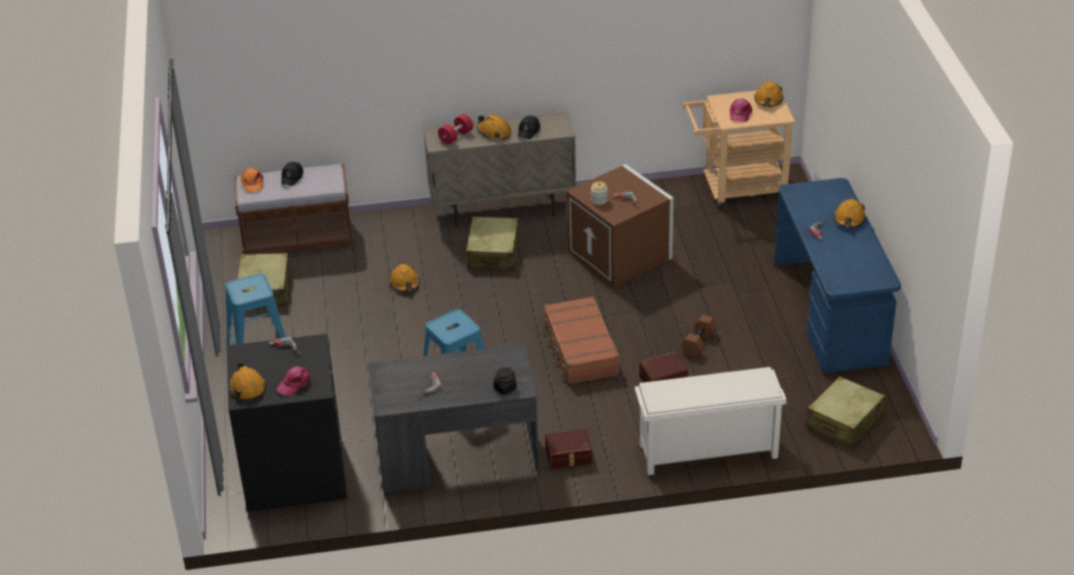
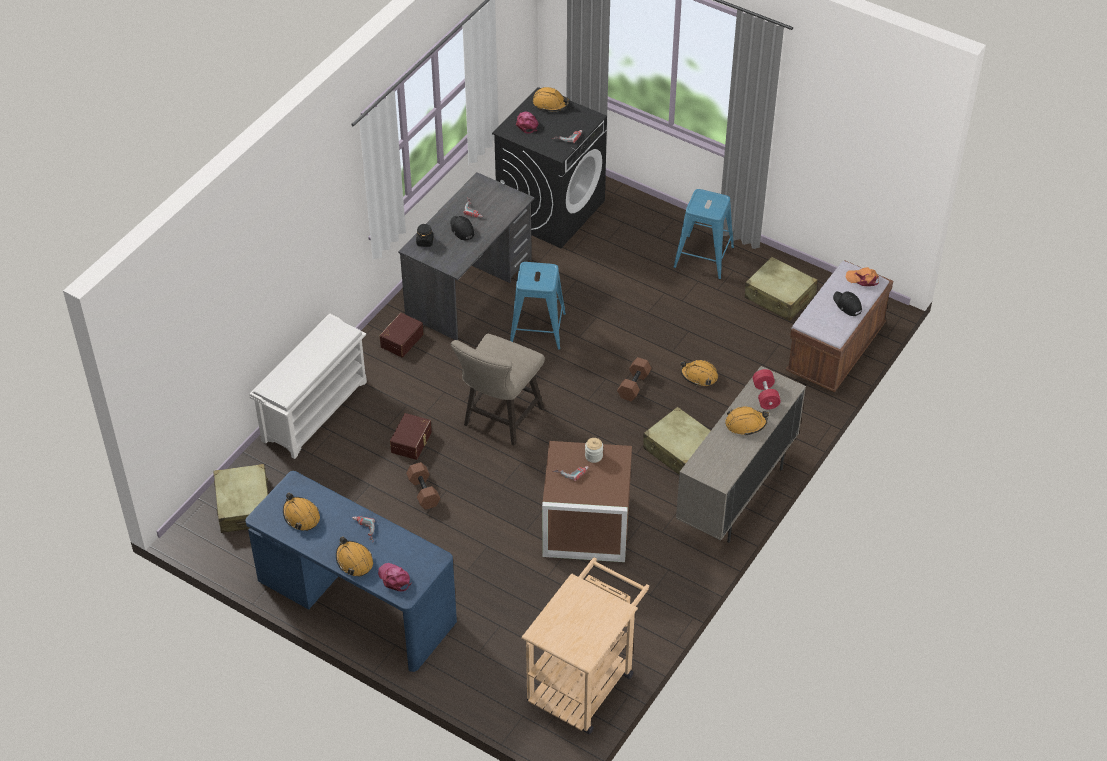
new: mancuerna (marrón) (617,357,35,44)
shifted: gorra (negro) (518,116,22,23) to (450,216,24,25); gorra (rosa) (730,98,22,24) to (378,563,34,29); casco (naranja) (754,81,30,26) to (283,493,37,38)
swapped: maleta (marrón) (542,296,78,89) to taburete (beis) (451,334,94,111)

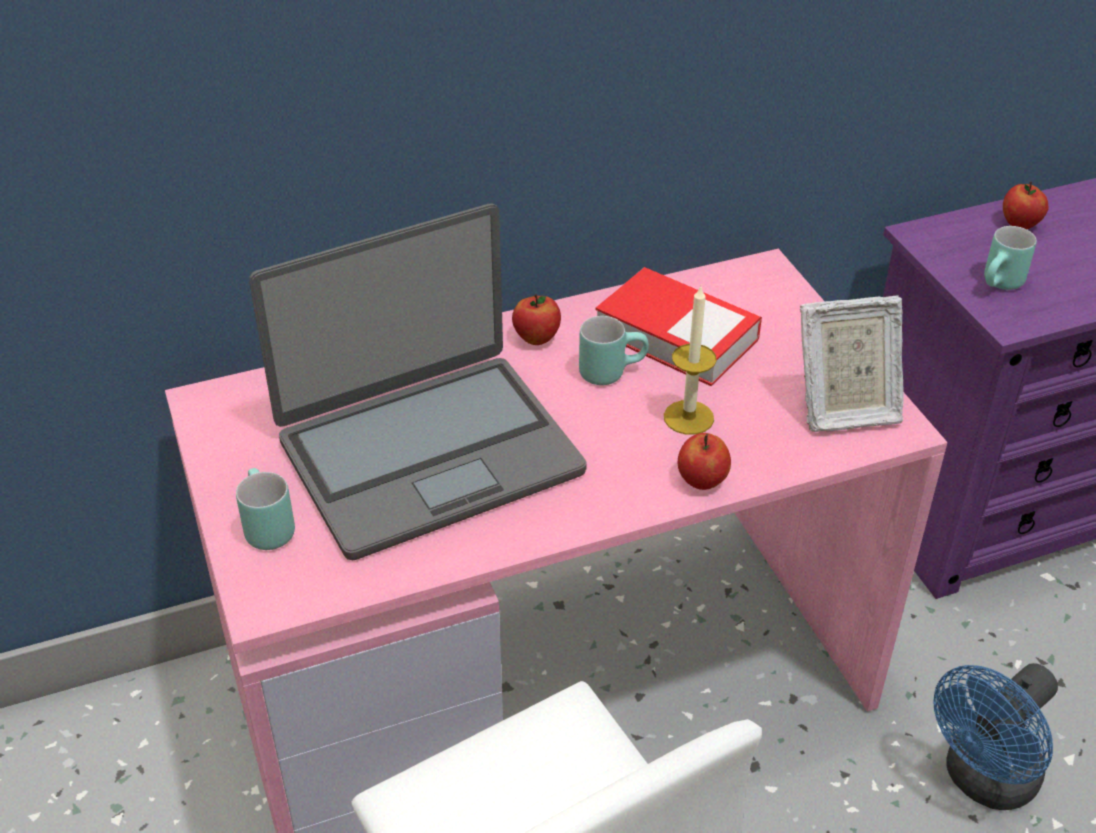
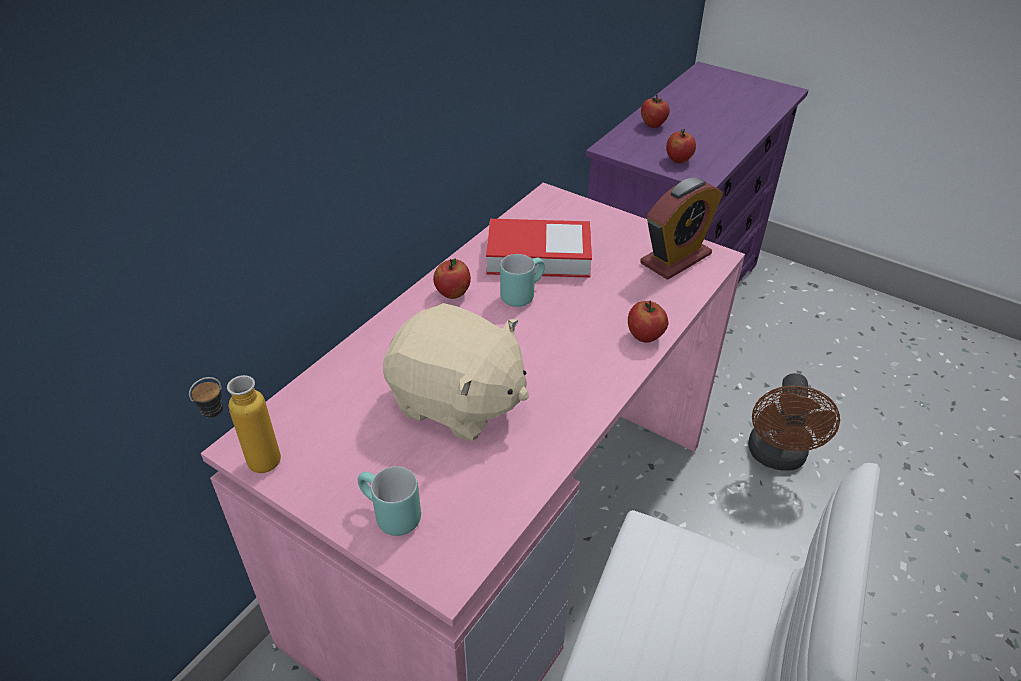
gone: vela (664,286,53,149)
new: botella (189,375,92,98)
swapped: portátil (249,204,338,356) to peluche (beis) (383,303,146,139); portarretratos (800,296,104,136) to despertador (640,178,83,102); taza grande (turquesa) (984,226,53,64) to manzana (666,129,30,34)
repainted: ventilador (azul) (933,663,125,147) to ventilador (marrón) (748,373,92,98)

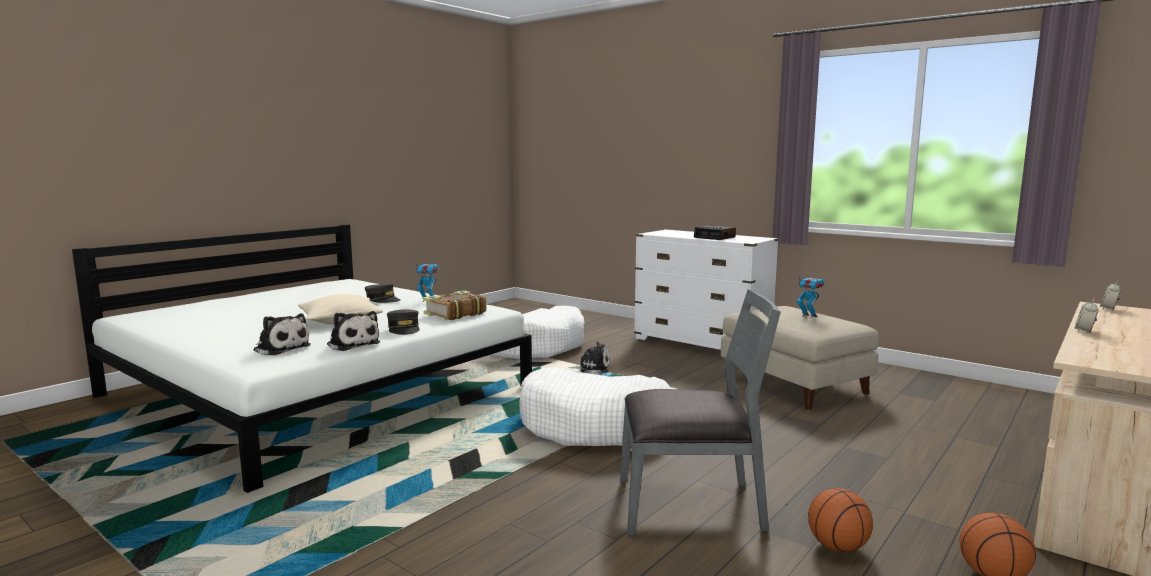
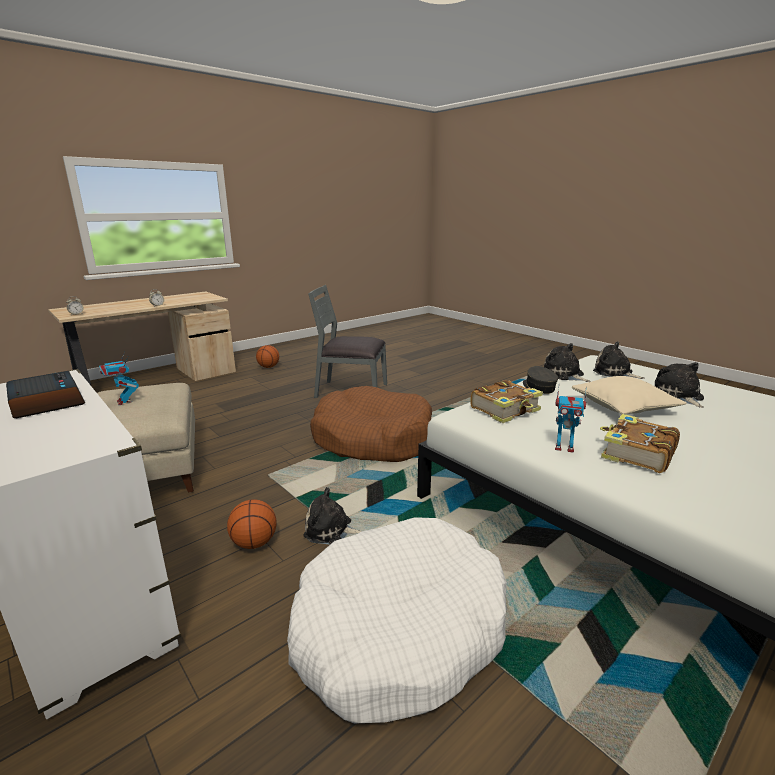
new: peluche (655,362,49,46)
shifted: balón de baloncesto (808,488,65,64) to (227,499,50,50)
swapped: gorra (gris) (365,283,36,20) to libro (600,414,80,59)
repainted: cama para perro (blanco) (519,368,152,78) to cama para perro (marrón) (310,386,122,76)

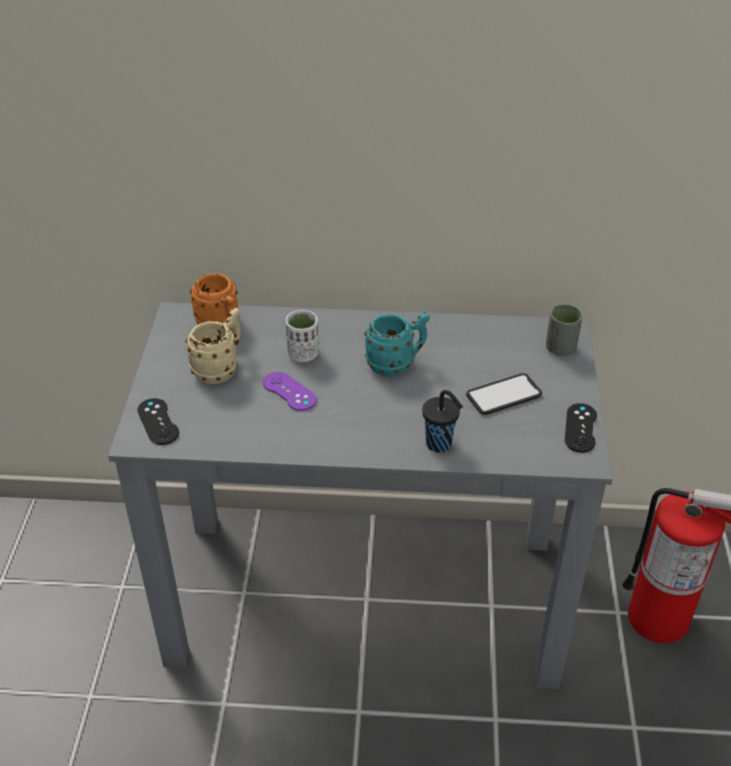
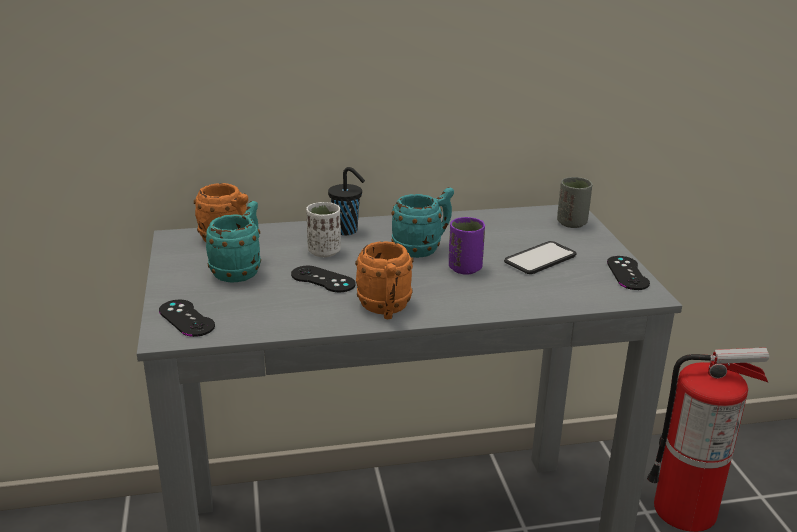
new: taza grande (naranja) (355,241,59,78); taza (morado) (449,217,36,57)
shifted: taza (negro) (422,390,41,63) to (328,167,37,68)
repainted: taza grande (beis) (186,308,55,76) to taza grande (turquesa) (204,201,57,82); mando de consola (morado) (263,372,54,39) to mando de consola (negro) (291,266,65,26)

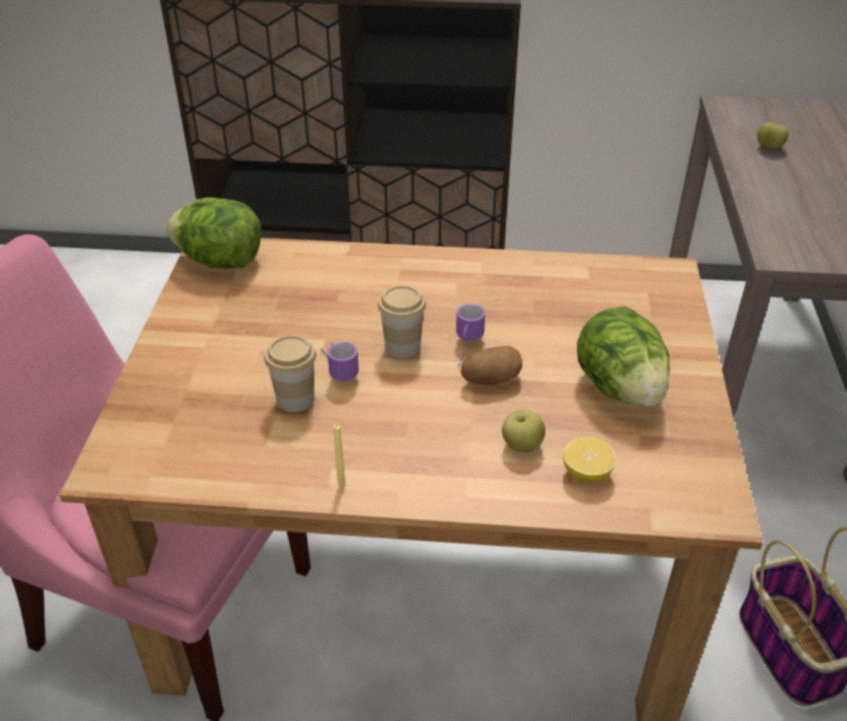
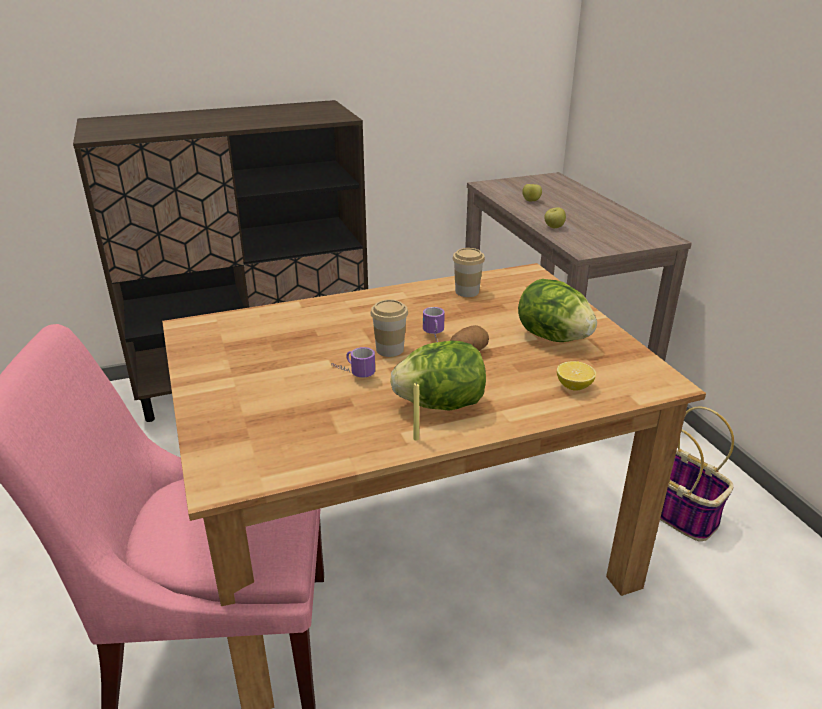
shifted: lechuga (166,198,95,70) to (390,341,96,70); taza (264,335,52,77) to (452,248,33,49); manzana (502,410,43,42) to (544,207,22,21)

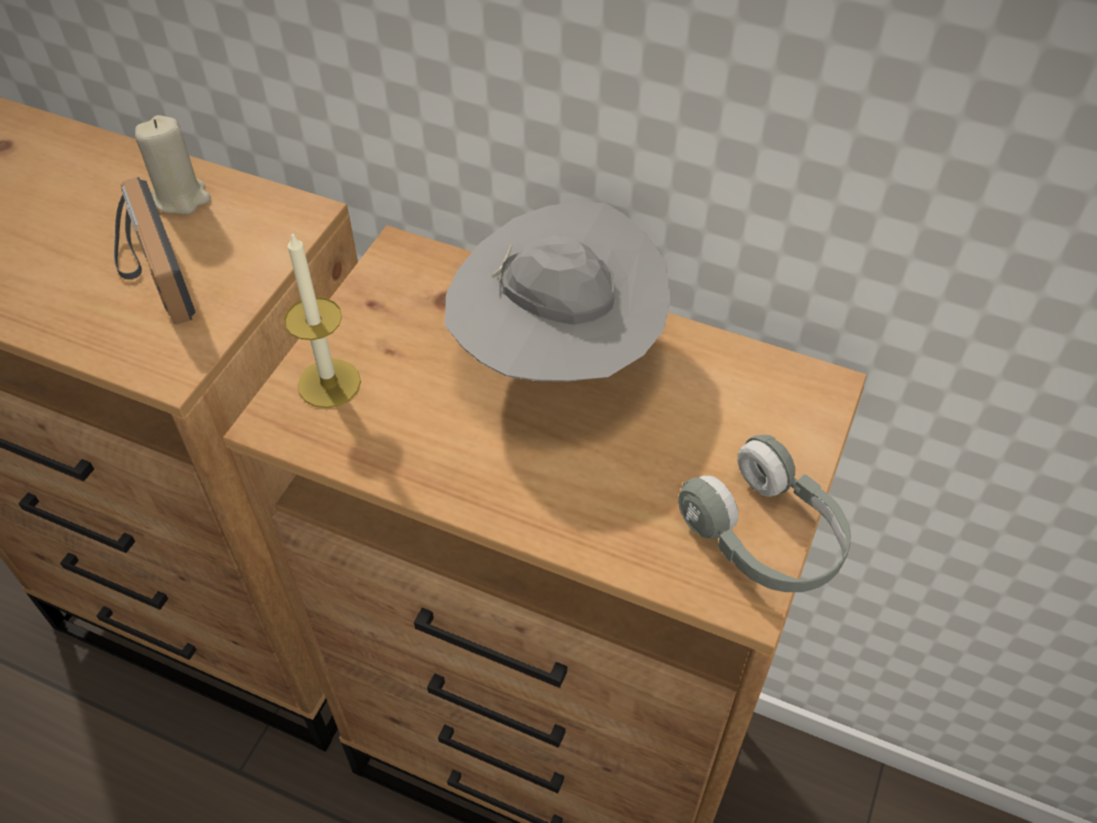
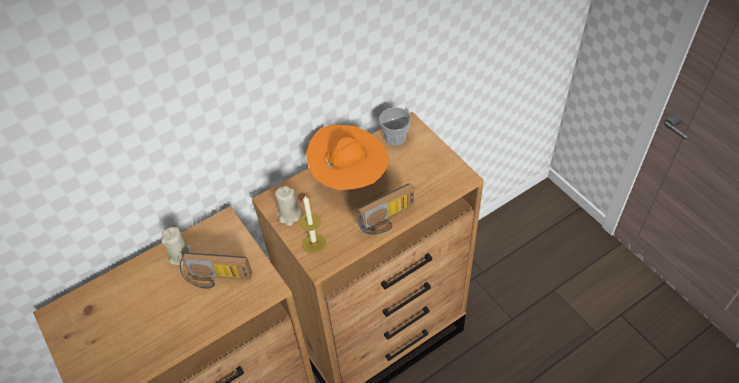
gone: auriculares (gris) (678,435,173,157)
new: vela (beis) (275,186,27,40); radio (357,183,57,52); taza (379,107,32,39)
repainted: sombrero (gris) (445,202,226,180) to sombrero (naranja) (306,125,84,65)

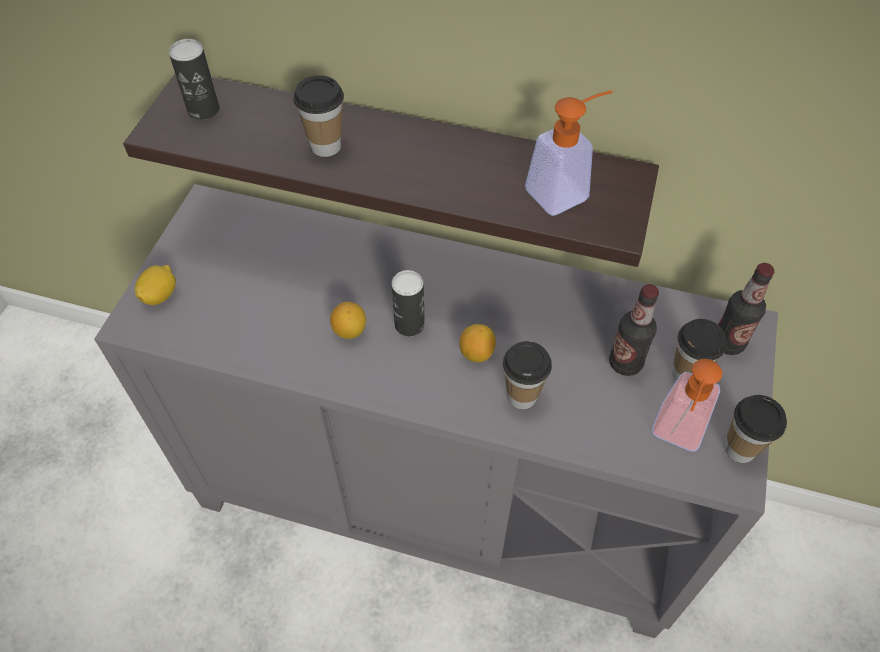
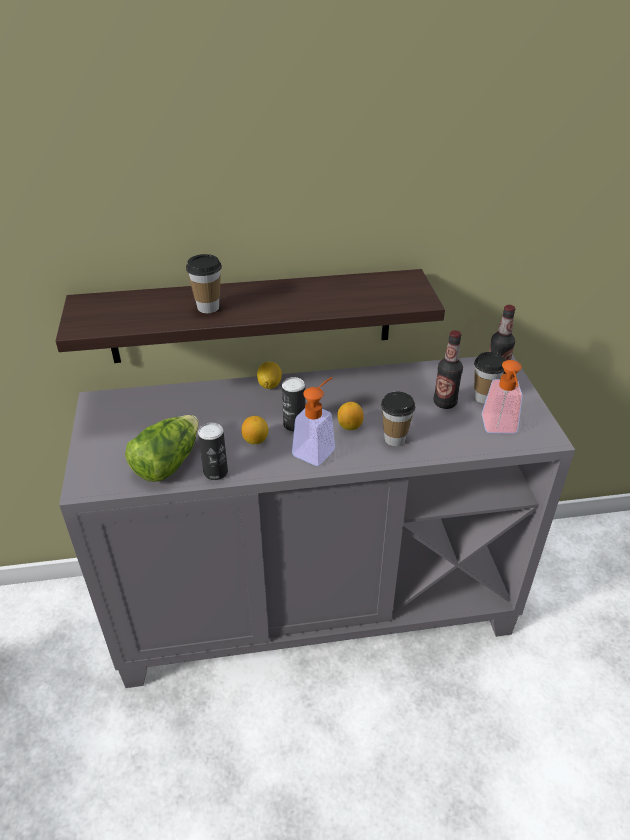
gone: taza (725,395,62,68)
new: lechuga (125,415,73,67)
shifted: limón (135,265,41,40) to (257,362,25,27); lata (169,39,50,81) to (198,423,30,57); dispensador de jabón (525,90,88,126) to (292,377,43,89)

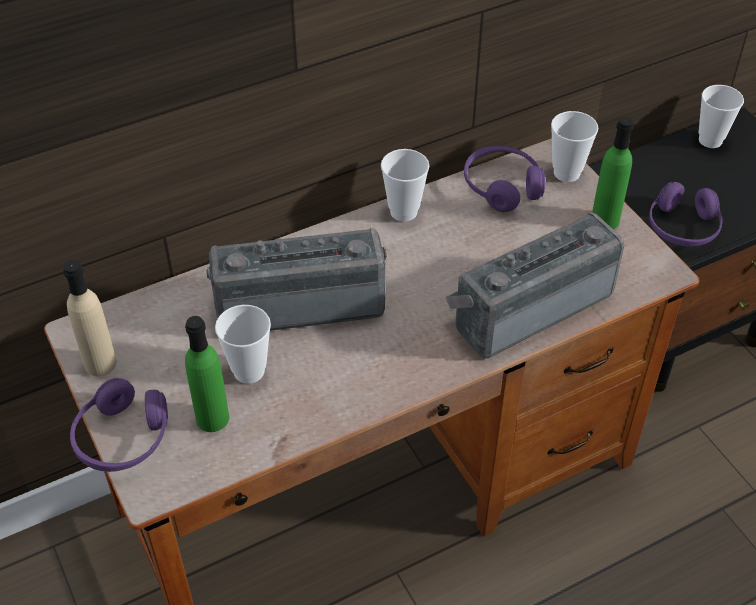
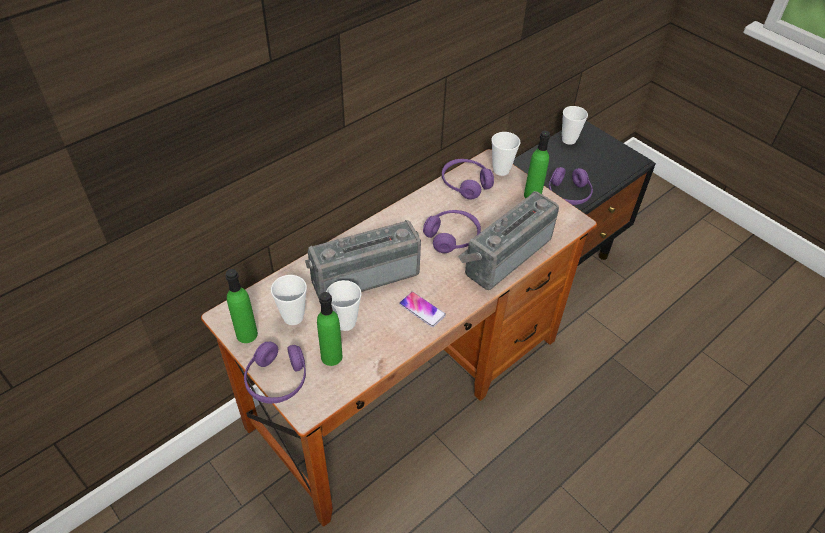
new: móvil (399,292,47,35); auriculares (morado) (423,210,58,43)
shifted: taza (381,149,48,73) to (271,275,36,50)
repainted: botella (beis) (63,260,54,116) to botella (verde) (225,269,33,74)

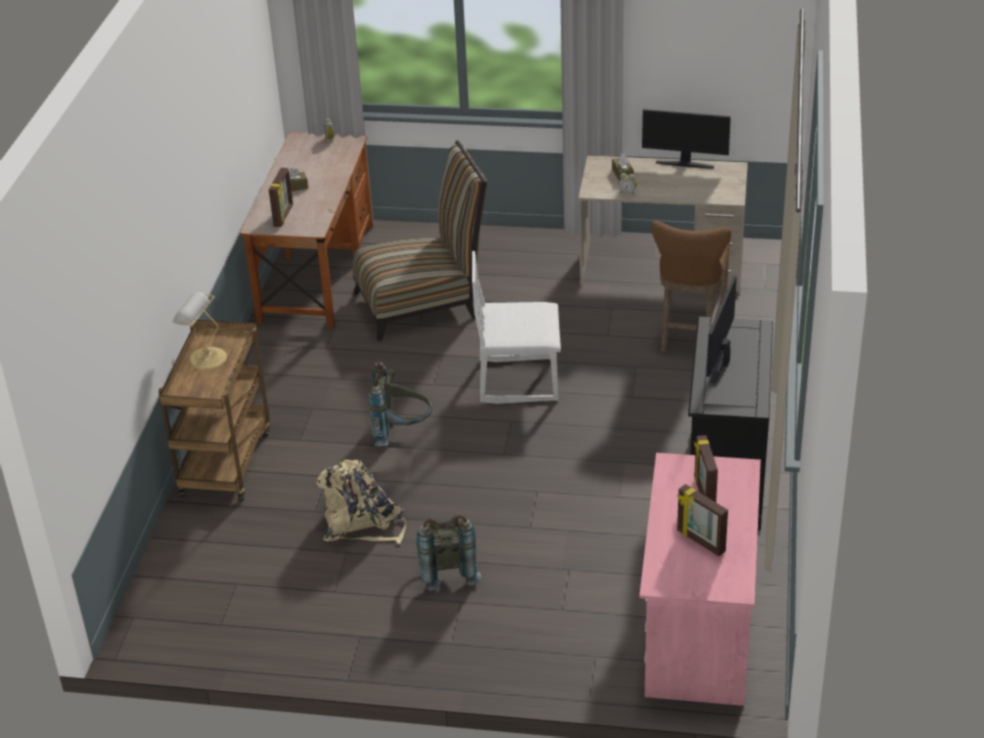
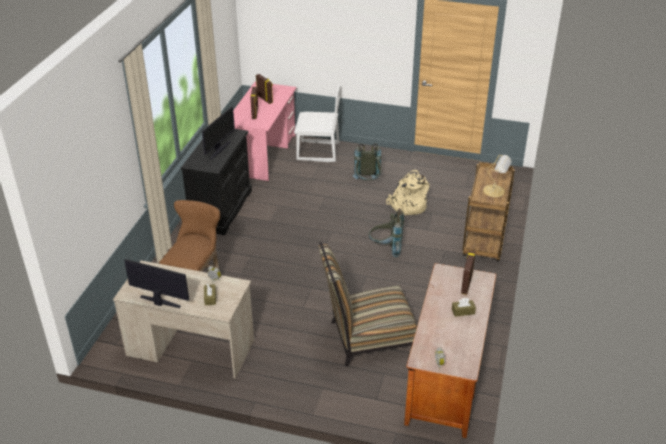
shifted: silla (blanco) (472,251,89,153) to (294,84,46,78)

